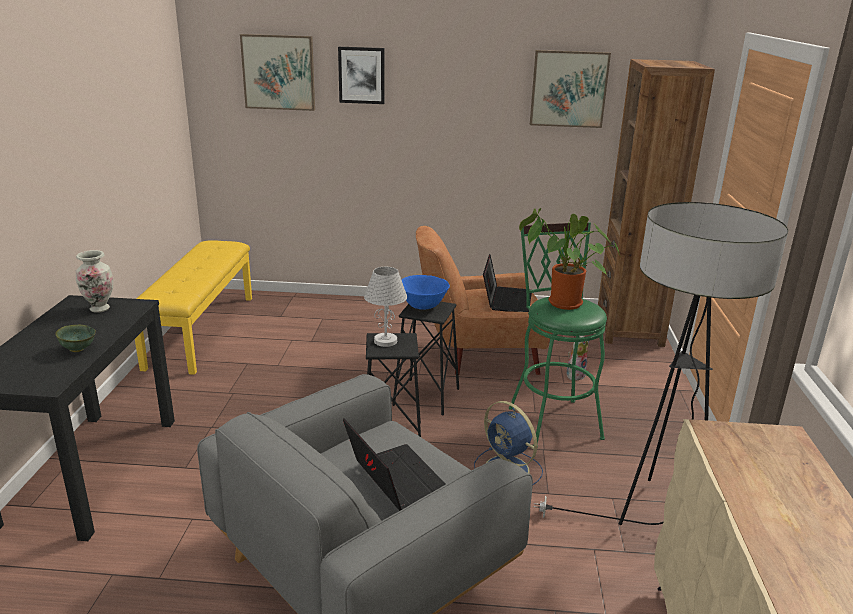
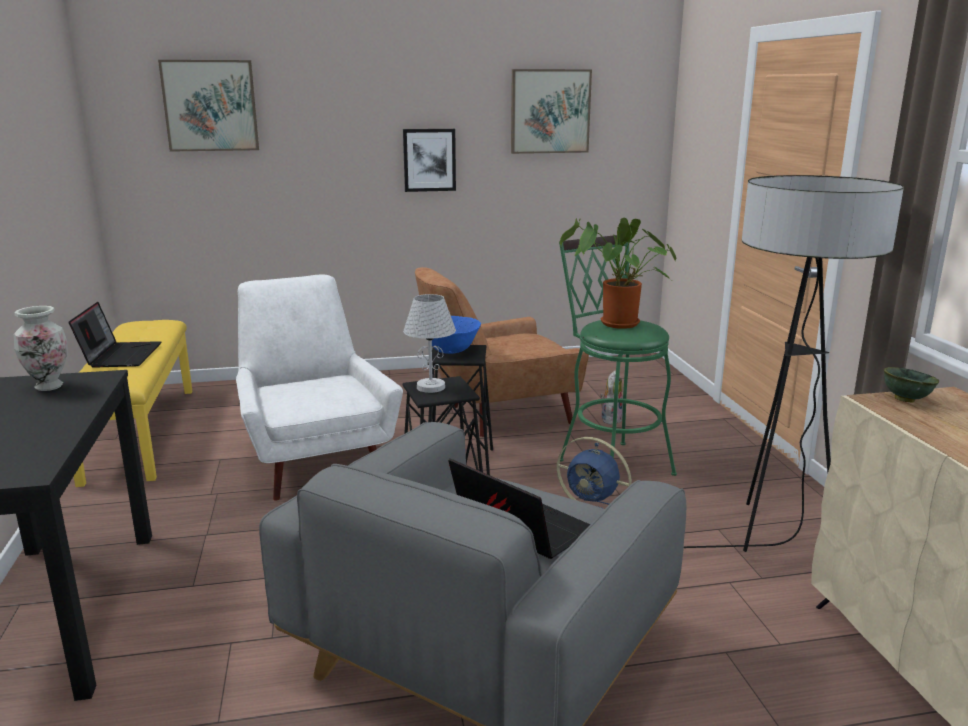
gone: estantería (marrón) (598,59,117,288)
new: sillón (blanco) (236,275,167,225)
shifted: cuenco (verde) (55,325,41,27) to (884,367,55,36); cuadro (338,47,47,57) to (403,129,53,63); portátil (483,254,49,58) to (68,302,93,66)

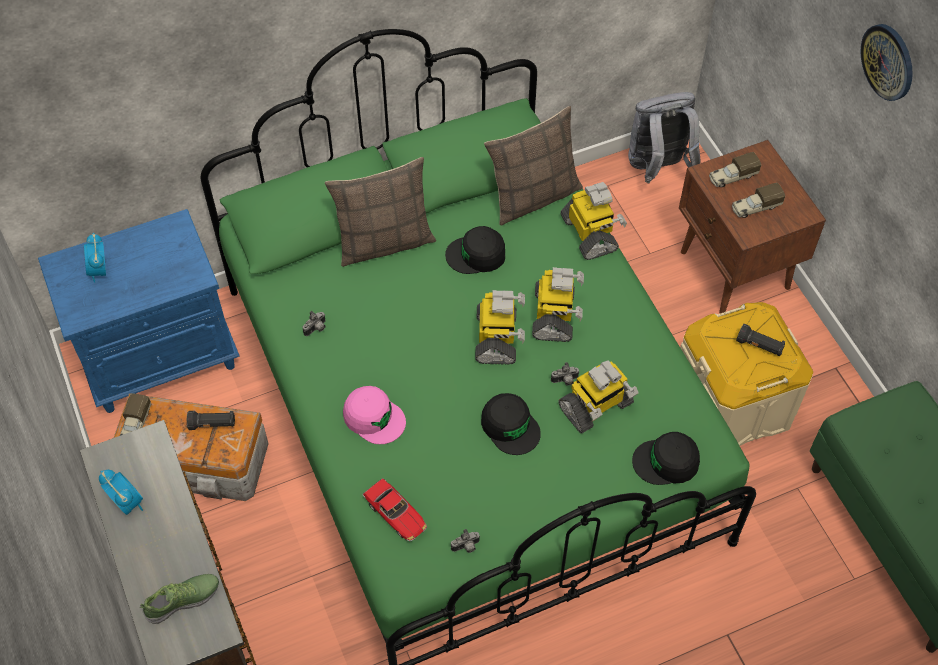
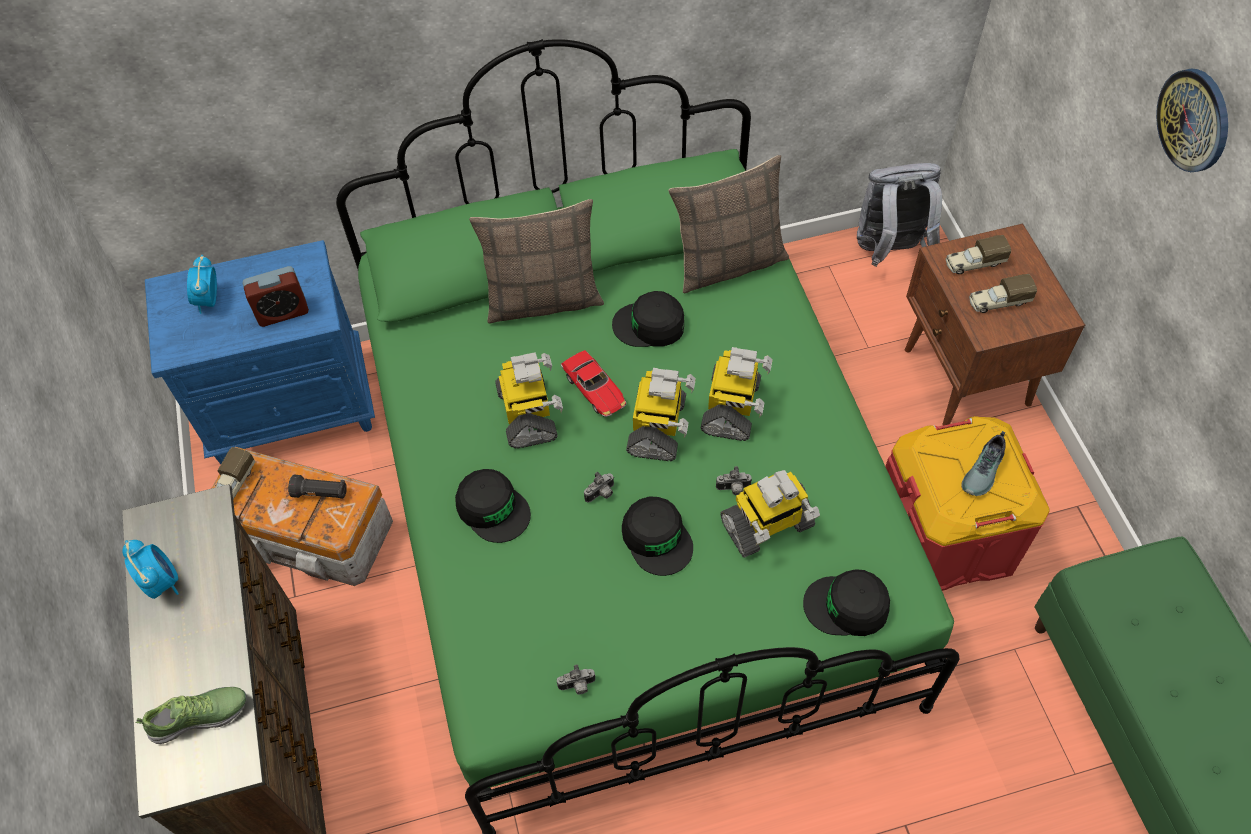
new: despertador (243,266,66,61)
shifted: cámara (303,311,23,25) to (584,472,30,30); coche de juguete (363,478,64,63) to (561,350,65,67); robot de juguete (560,182,67,78) to (495,352,68,97)
swapped: linterna (negro) (736,324,49,32) to zapato (961,431,45,65)
repainted: gorra (rosa) (343,386,63,58) to gorra (negro) (455,469,76,74); caja de almacenaje (beis) (680,302,133,144) to caja de almacenaje (rojo) (885,416,164,175)

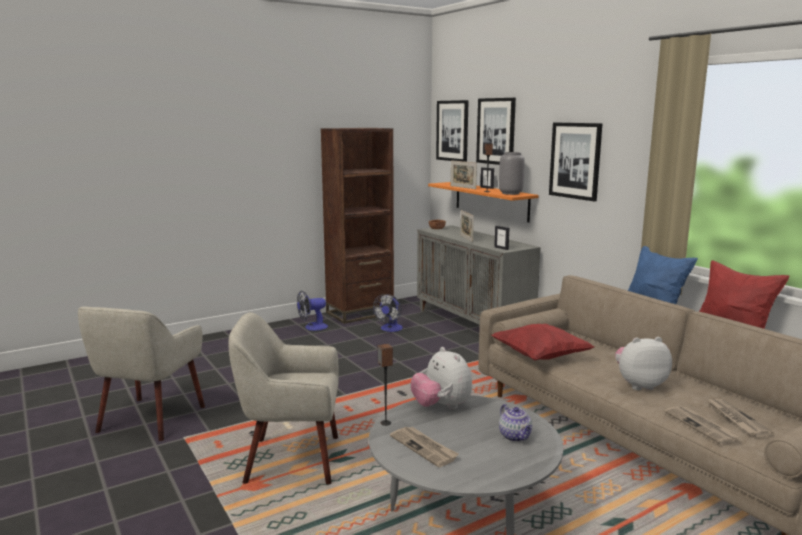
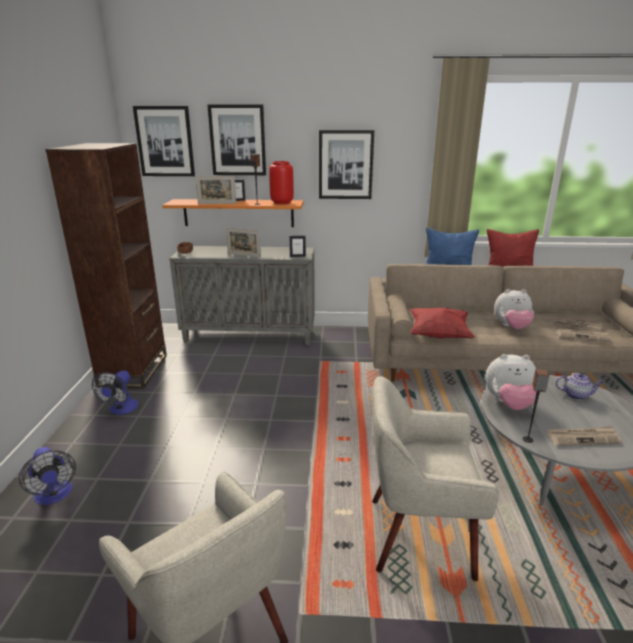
shifted: ventilador (373,294,30,38) to (19,447,57,58)
repainted: florero (gris) (499,152,26,43) to florero (rojo) (269,161,25,43)
rotated: sillón (beis) (228,312,111,172) = (372,376,127,205) 60 degrees clockwise; peluche (615,337,57,53) = (494,289,40,40) 120 degrees counterclockwise

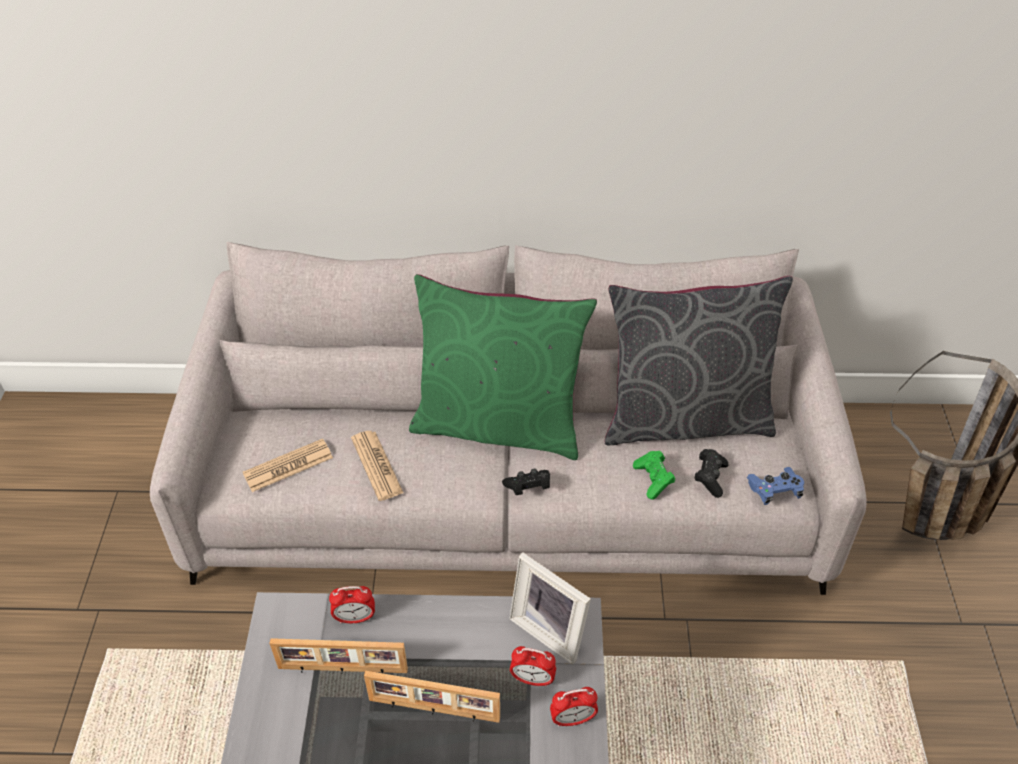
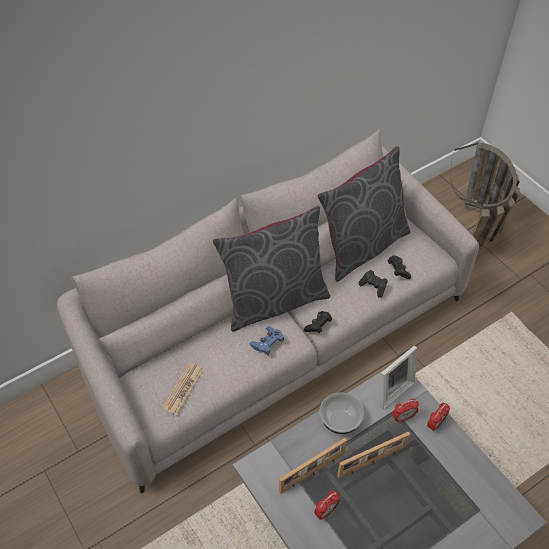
gone: periódico (351,431,52,70)
new: cuenco (320,392,44,42)
shifted: despertador (329,586,46,37) to (314,491,26,29); mando de consola (azul) (747,467,57,38) to (250,326,34,30)
repainted: cojín (verde) (409,274,188,186) to cojín (gris) (213,206,117,126); mando de consola (verde) (633,451,42,49) to mando de consola (negro) (358,270,30,28)
rotated: portarretratos (509,552,82,112) = (381,345,36,64) 45 degrees counterclockwise

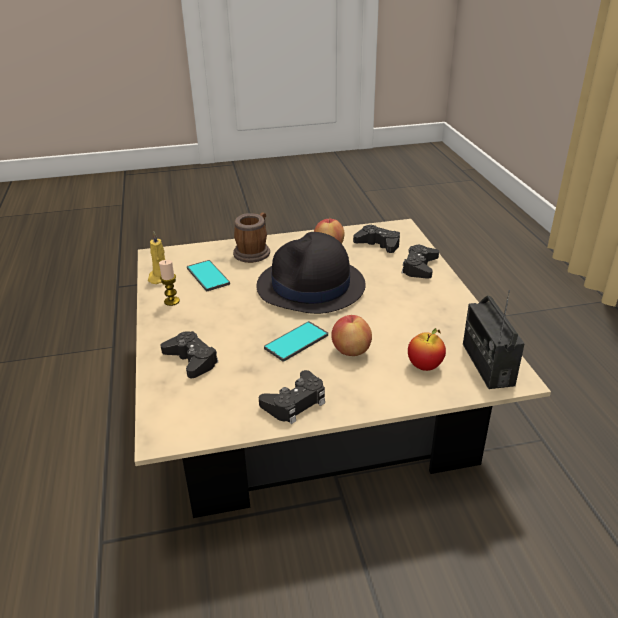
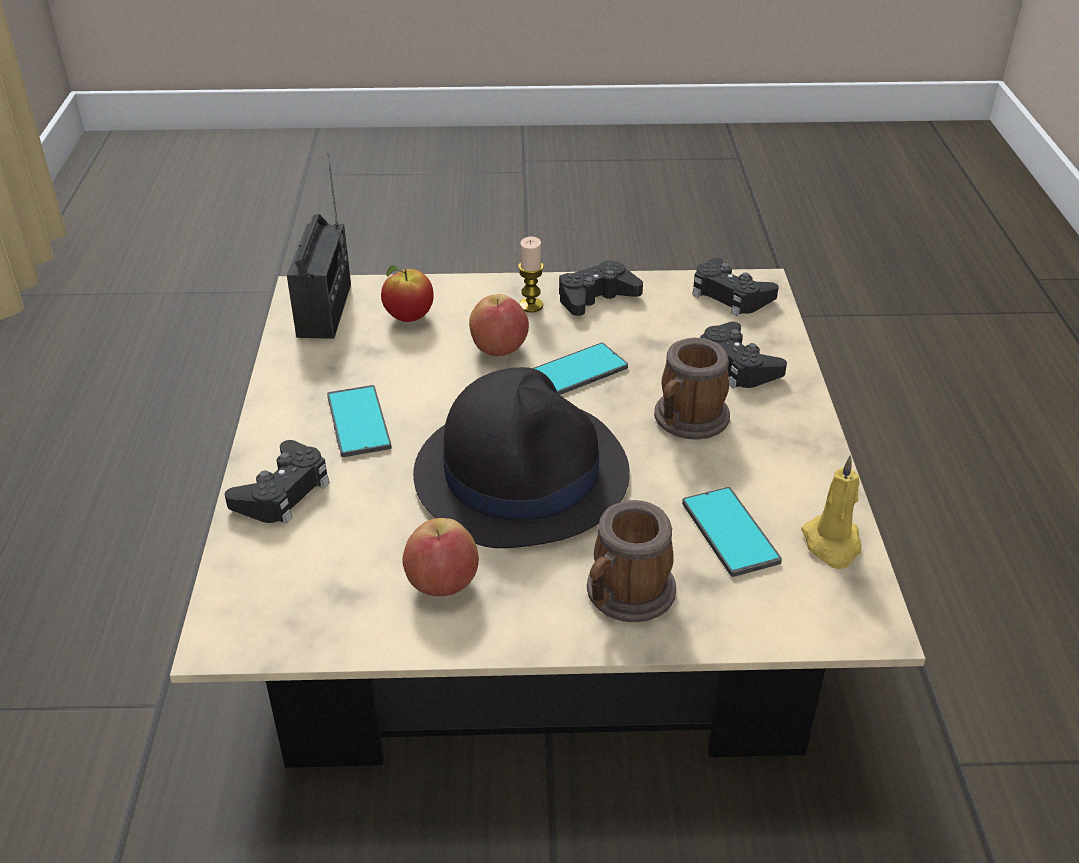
new: móvil (327,385,65,72); taza grande (654,338,76,102)
shifted: vela (159,260,21,46) to (518,237,26,75); mando de consola (negro) (353,225,47,28) to (692,258,87,58)

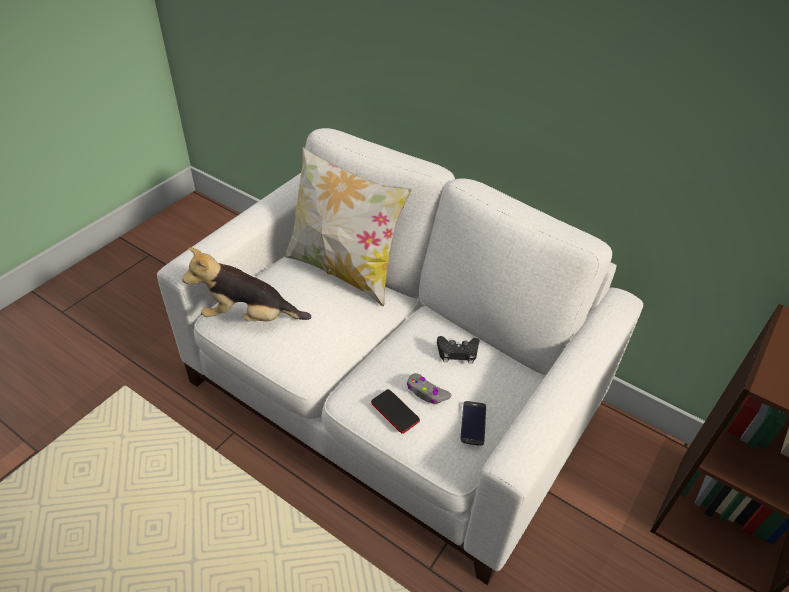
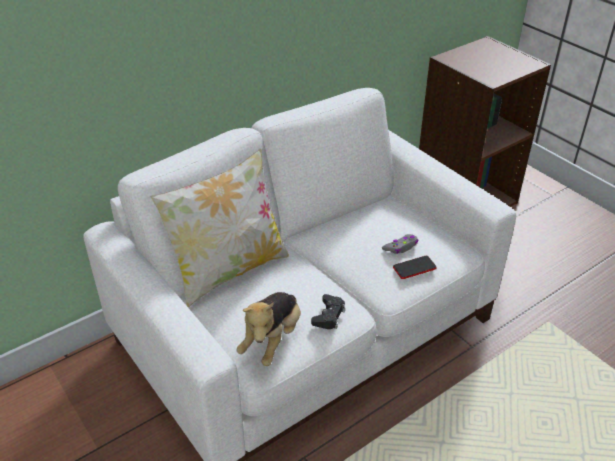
gone: móvil (460,401,26,45)
shifted: mando de consola (negro) (437,336,42,28) to (311,294,34,35)

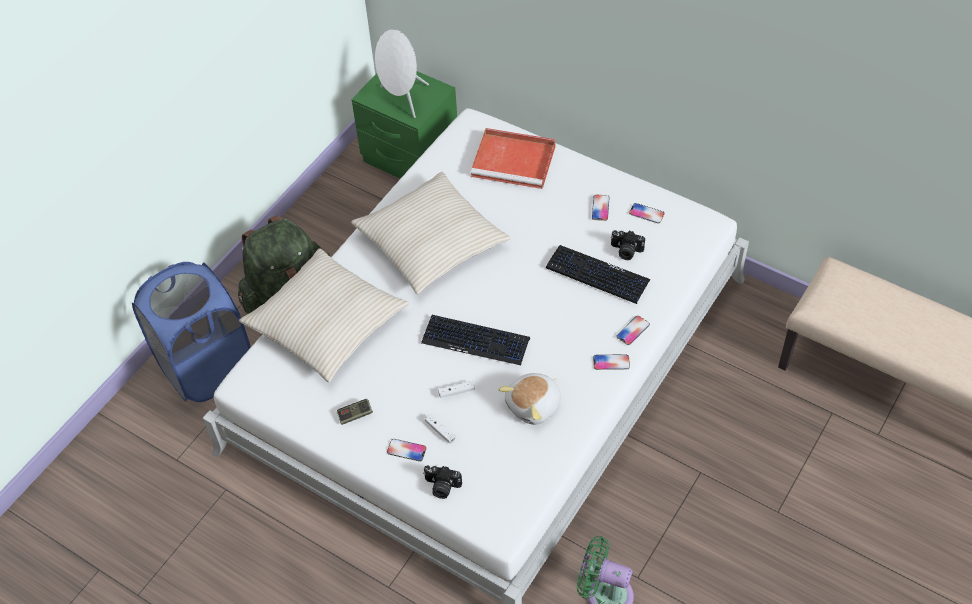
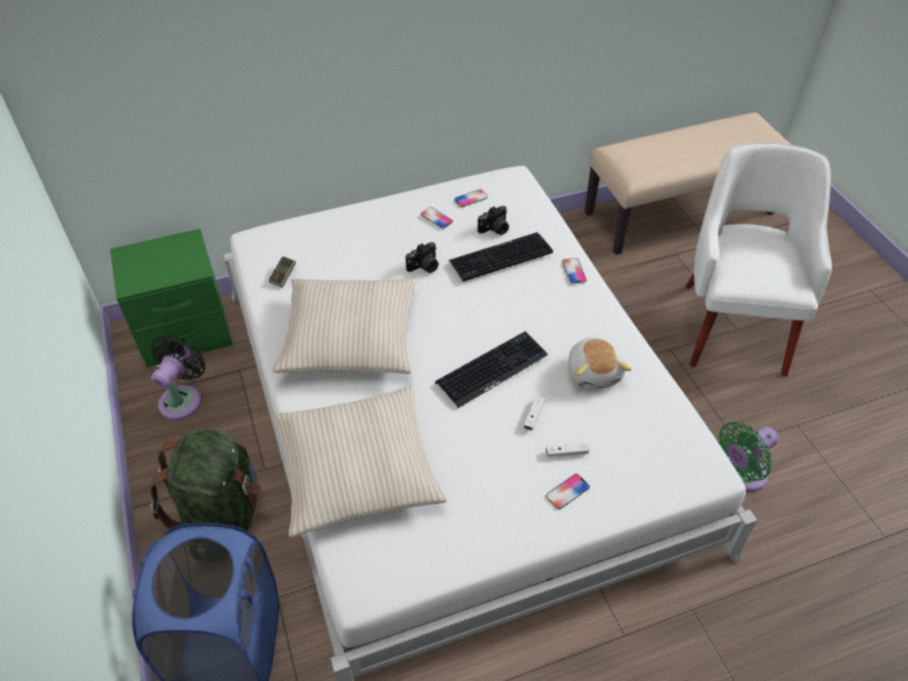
gone: altavoz (blanco) (375,29,54,89); bandeja (rojo) (471,128,85,61); móvil (593,354,37,16)
new: ventilador (negro) (150,334,56,86); sillón (blanco) (685,143,147,234)
shifted: mando de consola (337,399,36,26) to (269,256,27,31); cámara (423,465,39,34) to (406,242,33,31)

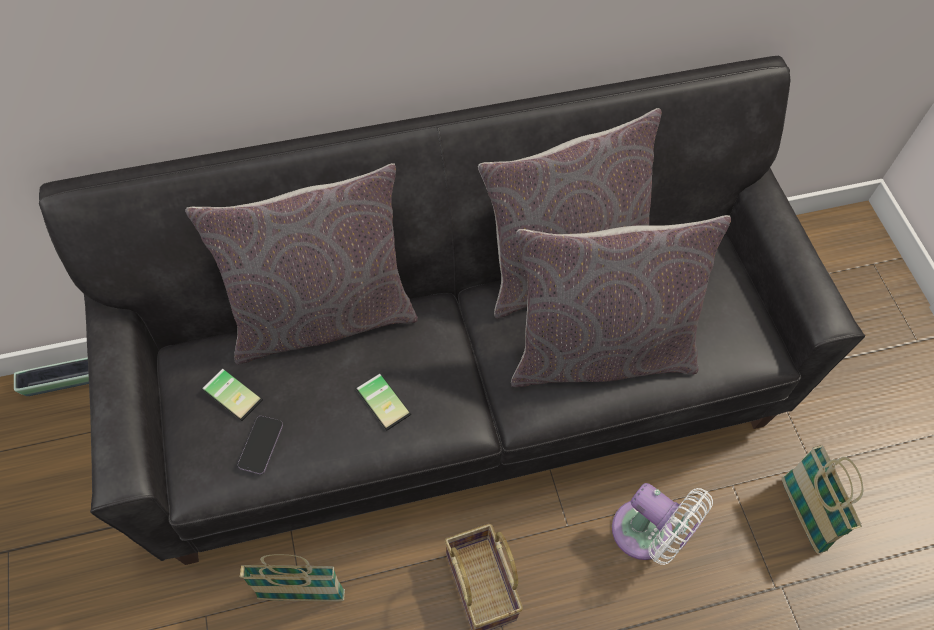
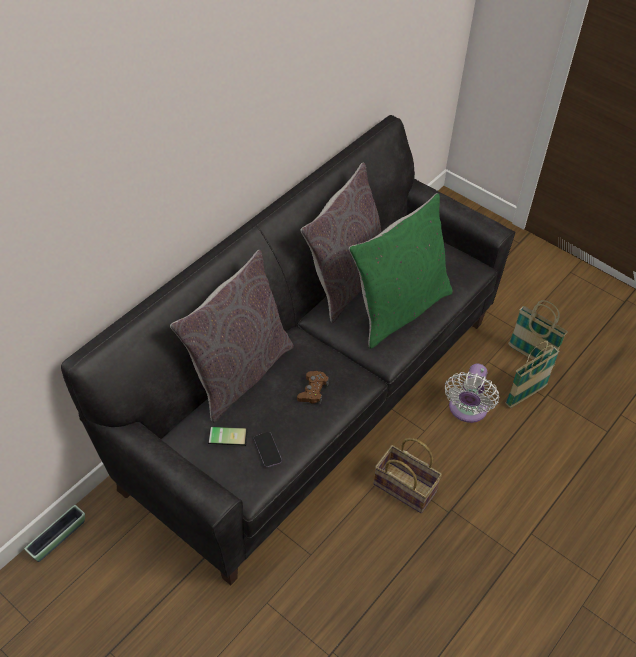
shifted: cesta (240,554,105,47) to (506,341,53,67)
swapped: móvil (355,372,56,59) to mando de consola (marrón) (297,371,32,33)
repainted: cojín (gris) (511,215,220,172) to cojín (verde) (349,193,104,155)
rotated: ventilador (blanco) (612,483,101,82) = (445,364,54,59) 105 degrees clockwise

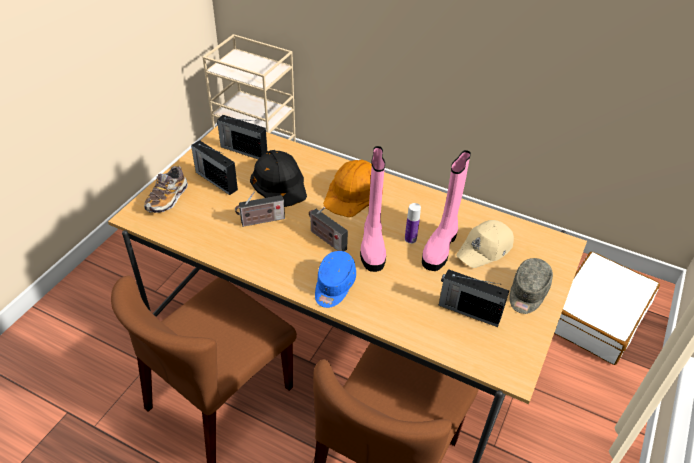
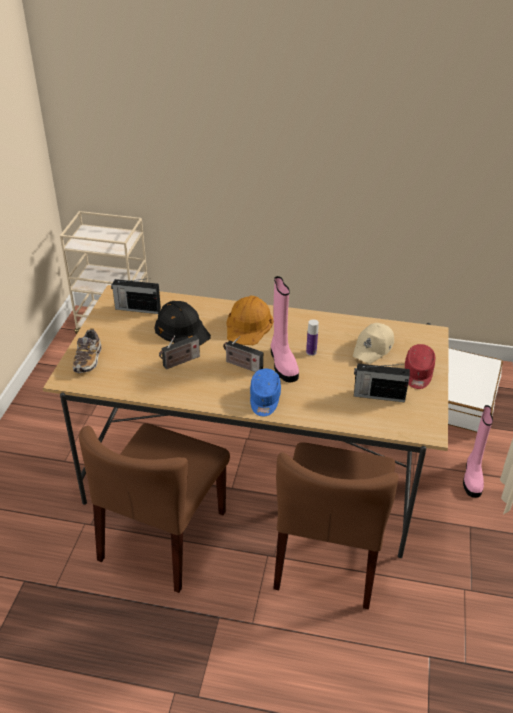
gone: radio (191,140,47,55)
shifted: bota (rosa) (422,150,49,121) to (463,405,30,93)
repainted: gorra (gris) (509,258,44,56) to gorra (rojo) (405,344,30,45)

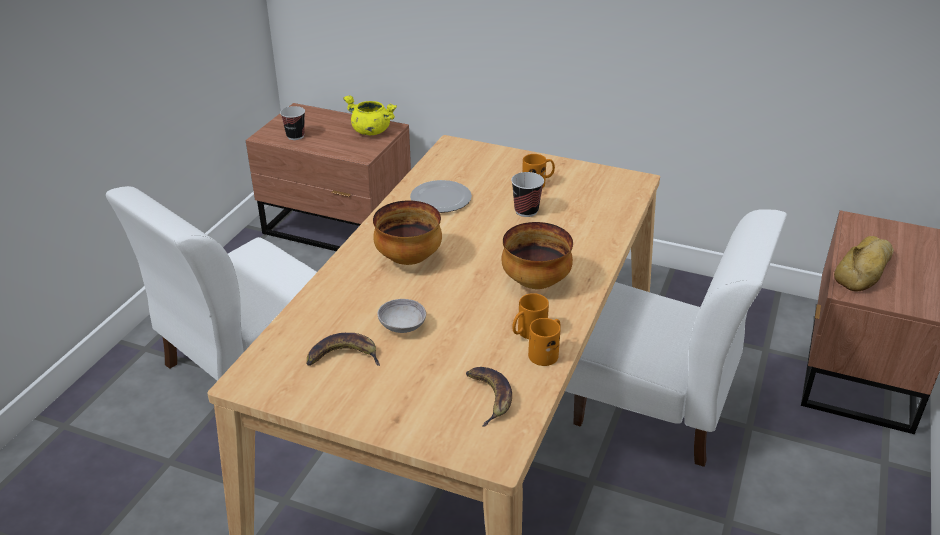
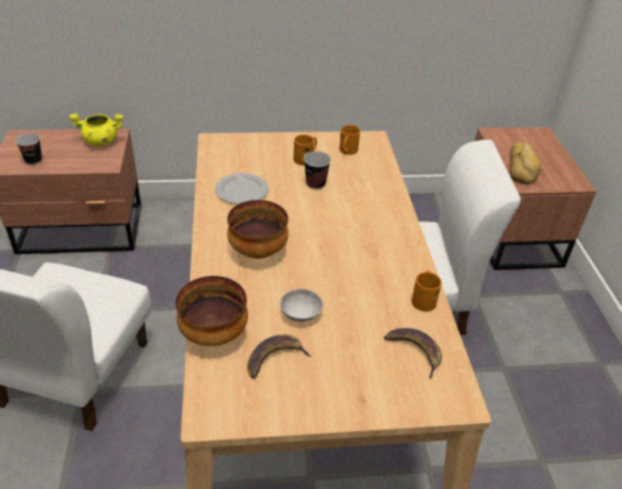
shifted: cuenco (501,222,72,67) to (175,276,73,70); taza grande (naranja) (512,293,37,46) to (339,125,21,30)

